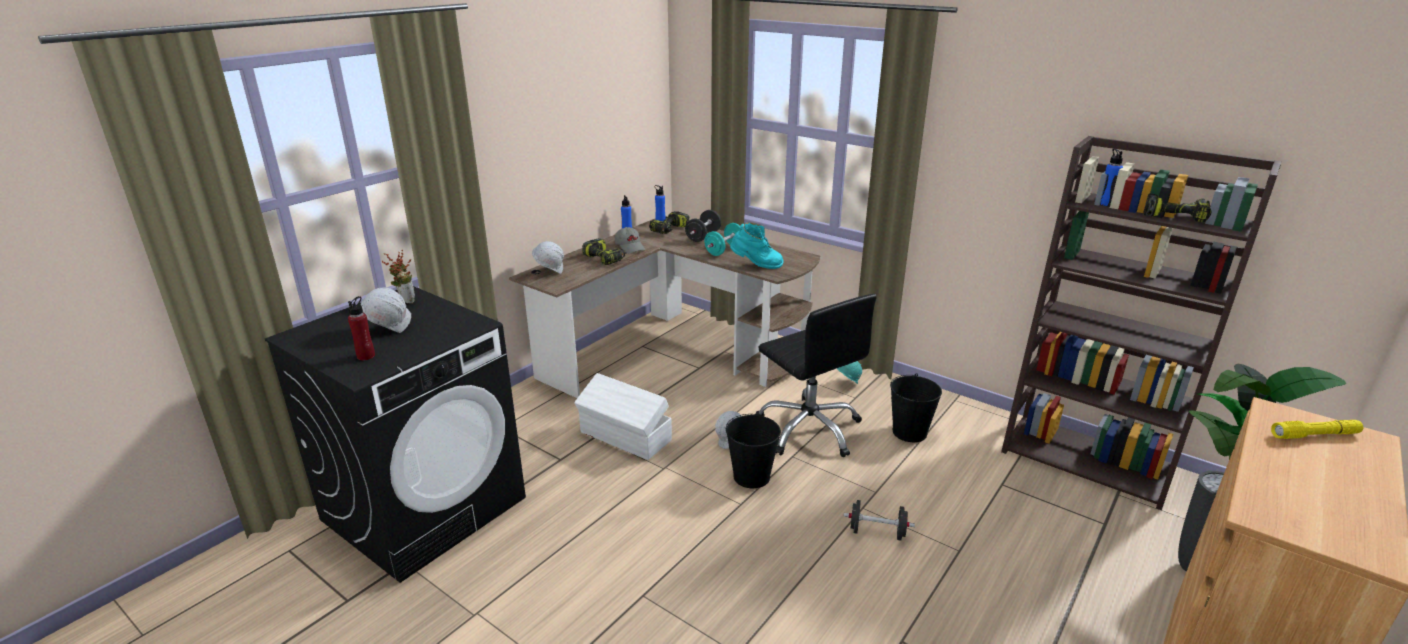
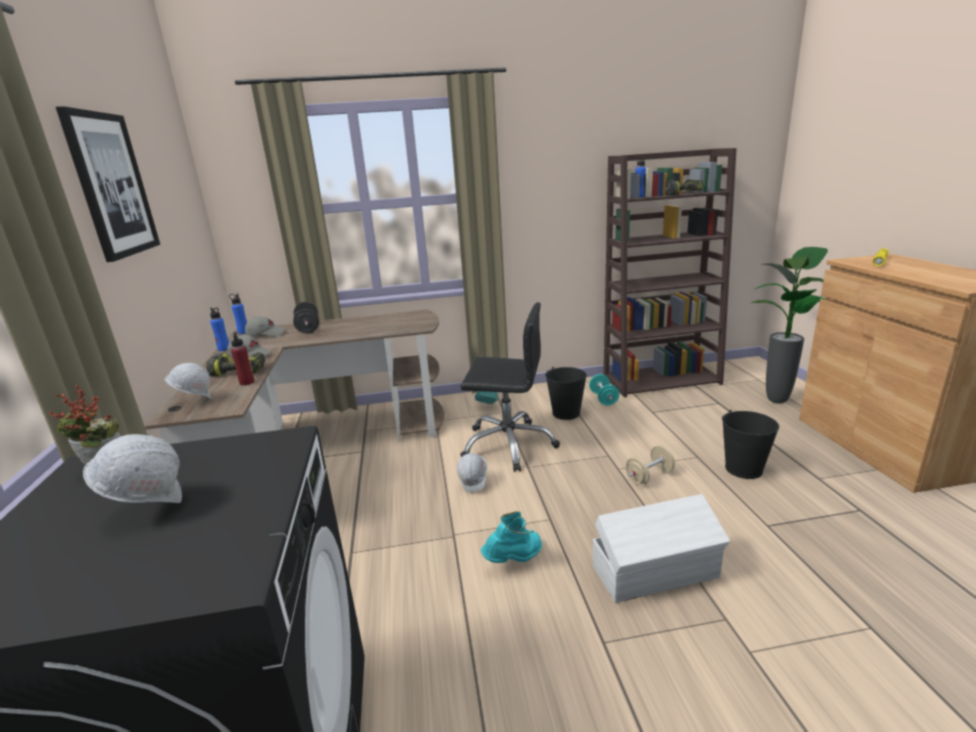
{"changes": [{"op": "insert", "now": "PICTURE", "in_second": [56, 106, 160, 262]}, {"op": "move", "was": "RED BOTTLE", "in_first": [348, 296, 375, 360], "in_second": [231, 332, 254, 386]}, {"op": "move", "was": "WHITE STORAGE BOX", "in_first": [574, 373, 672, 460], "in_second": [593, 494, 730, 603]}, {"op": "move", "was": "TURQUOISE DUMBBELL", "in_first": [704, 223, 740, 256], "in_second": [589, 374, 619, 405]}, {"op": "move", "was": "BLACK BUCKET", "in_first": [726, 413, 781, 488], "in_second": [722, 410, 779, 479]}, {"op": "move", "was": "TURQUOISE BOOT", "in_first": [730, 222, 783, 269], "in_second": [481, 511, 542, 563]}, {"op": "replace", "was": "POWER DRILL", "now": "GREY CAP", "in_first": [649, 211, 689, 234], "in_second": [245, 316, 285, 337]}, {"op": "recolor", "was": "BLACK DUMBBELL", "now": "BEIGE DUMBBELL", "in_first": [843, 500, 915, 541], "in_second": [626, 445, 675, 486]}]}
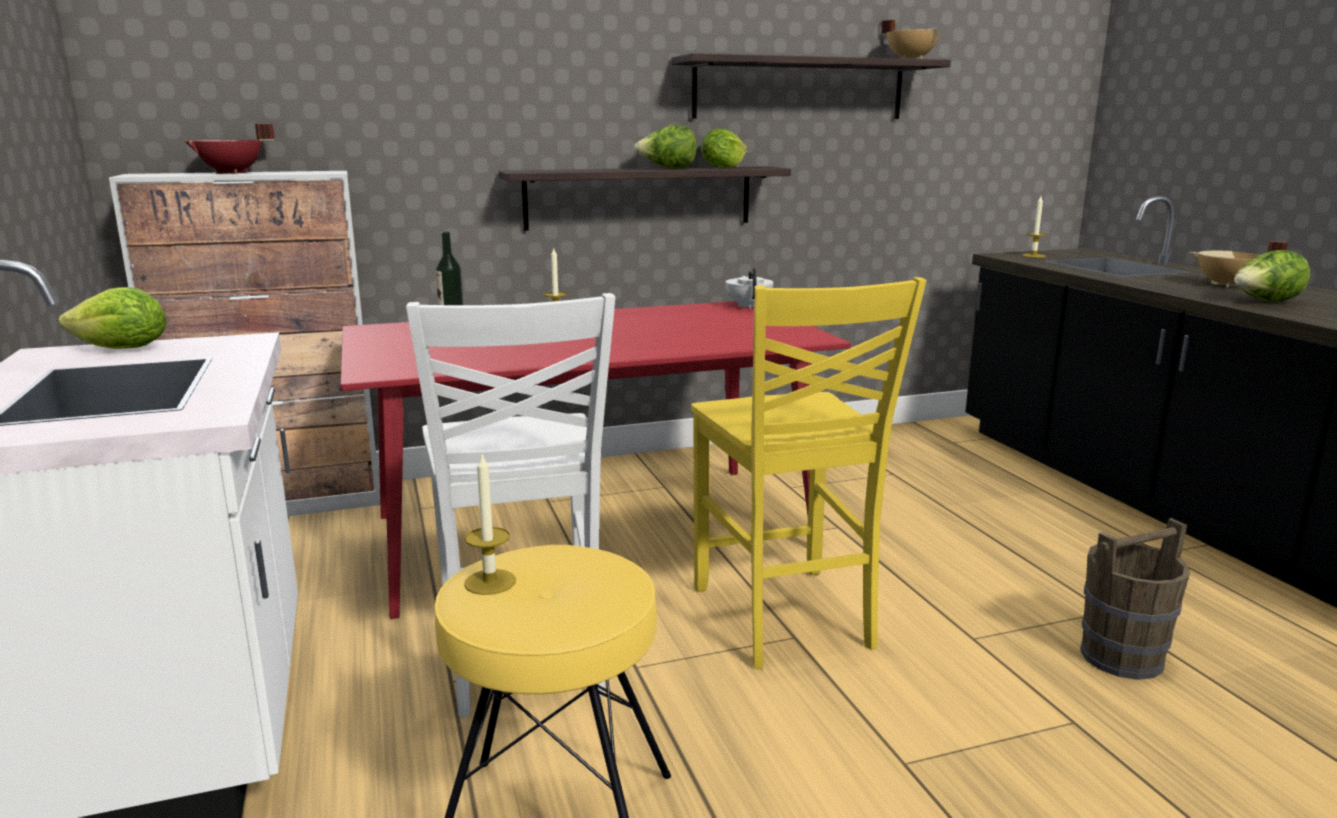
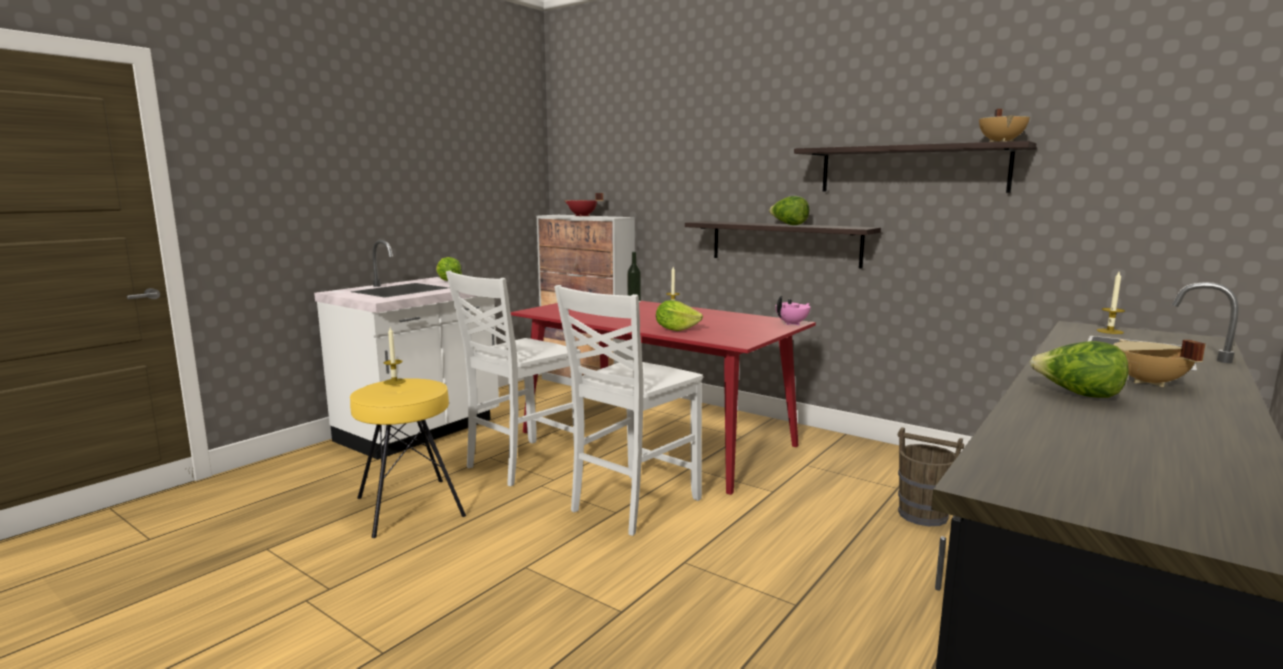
{"changes": [{"op": "move", "was": "LETTUCE", "in_first": [701, 128, 747, 168], "in_second": [656, 300, 703, 331]}, {"op": "move", "was": "BROWN BUCKET", "in_first": [1080, 518, 1190, 680], "in_second": [898, 427, 964, 526]}, {"op": "recolor", "was": "YELLOW CHAIR", "now": "WHITE CHAIR", "in_first": [691, 277, 926, 669], "in_second": [554, 285, 703, 536]}, {"op": "recolor", "was": "WHITE TEAPOT", "now": "PINK TEAPOT", "in_first": [726, 268, 774, 309], "in_second": [775, 296, 810, 325]}]}
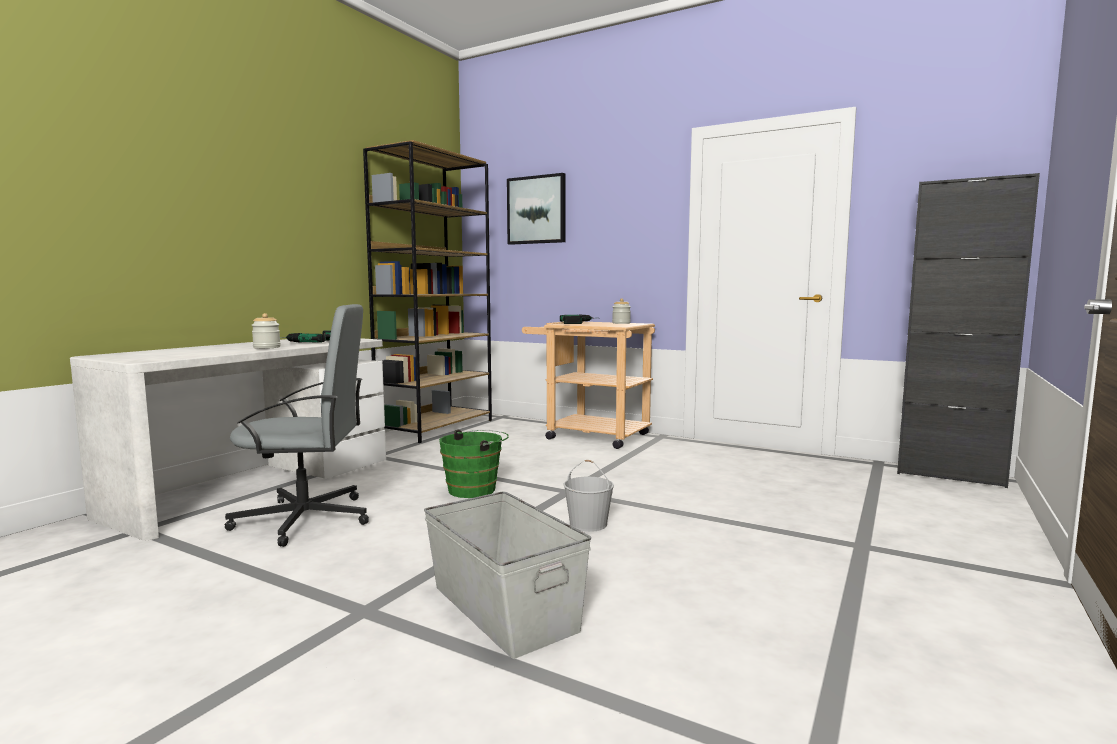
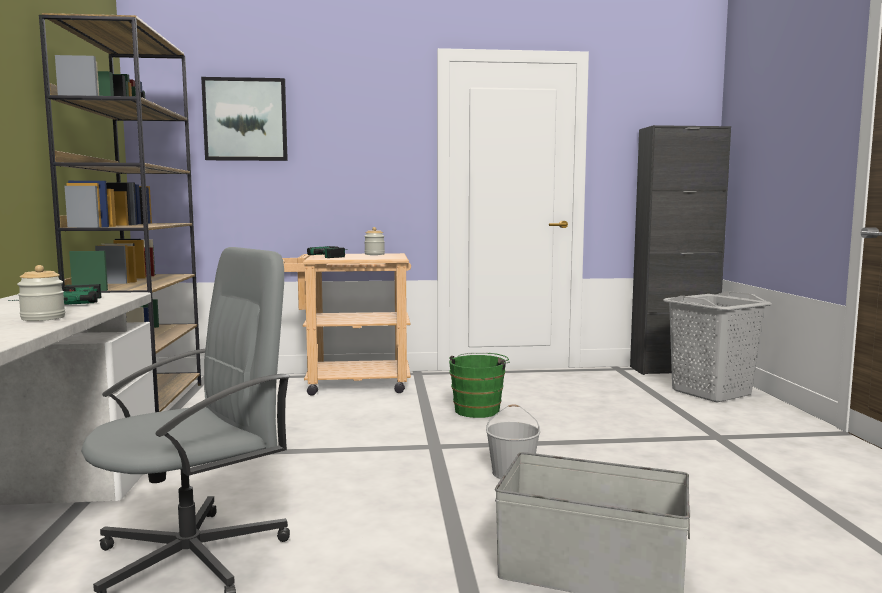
{"changes": [{"op": "insert", "now": "GREY LAUNDRY BASKET", "in_second": [663, 291, 772, 403]}, {"op": "move", "was": "GREEN BUCKET", "in_first": [439, 430, 509, 498], "in_second": [449, 352, 510, 418]}]}
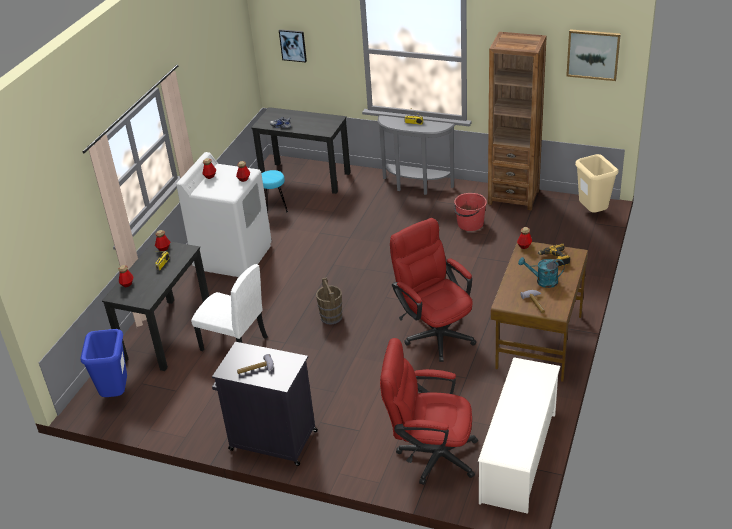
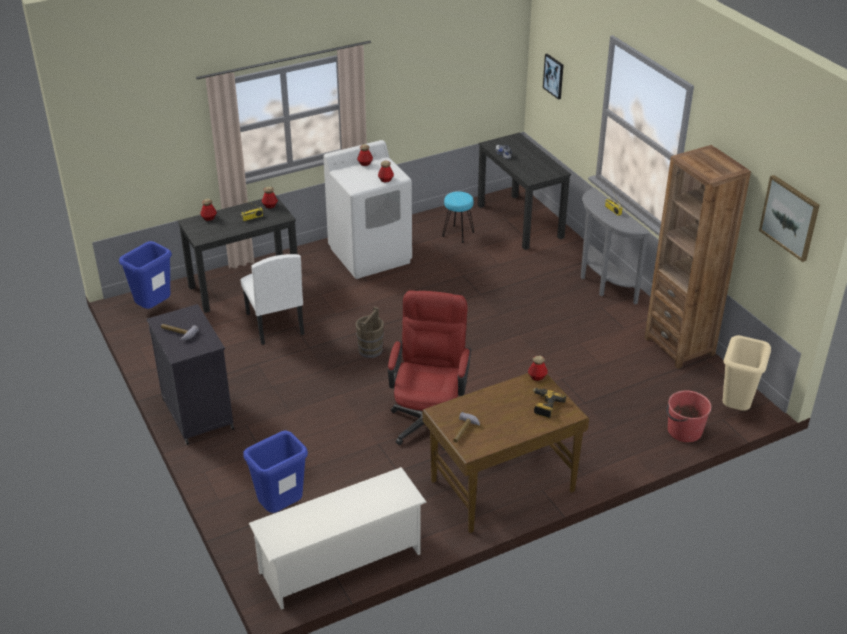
{"changes": [{"op": "delete", "was": "TURQUOISE WATERING CAN", "in_first": [518, 257, 564, 288]}, {"op": "move", "was": "RED BUCKET", "in_first": [454, 193, 487, 231], "in_second": [666, 390, 712, 442]}, {"op": "replace", "was": "RED OFFICE CHAIR", "now": "BLUE TRASH CAN", "in_first": [380, 338, 478, 485], "in_second": [243, 431, 308, 513]}]}
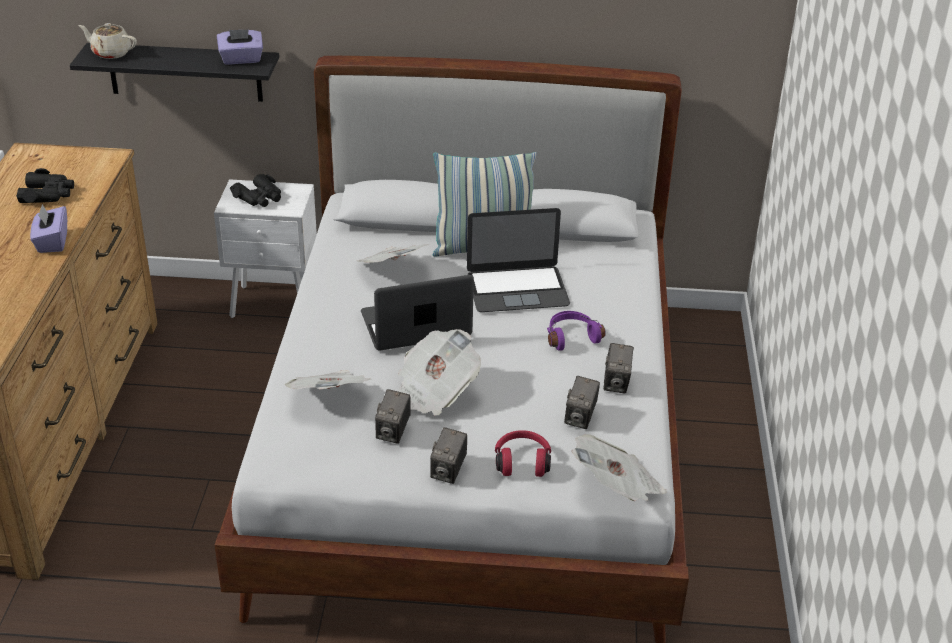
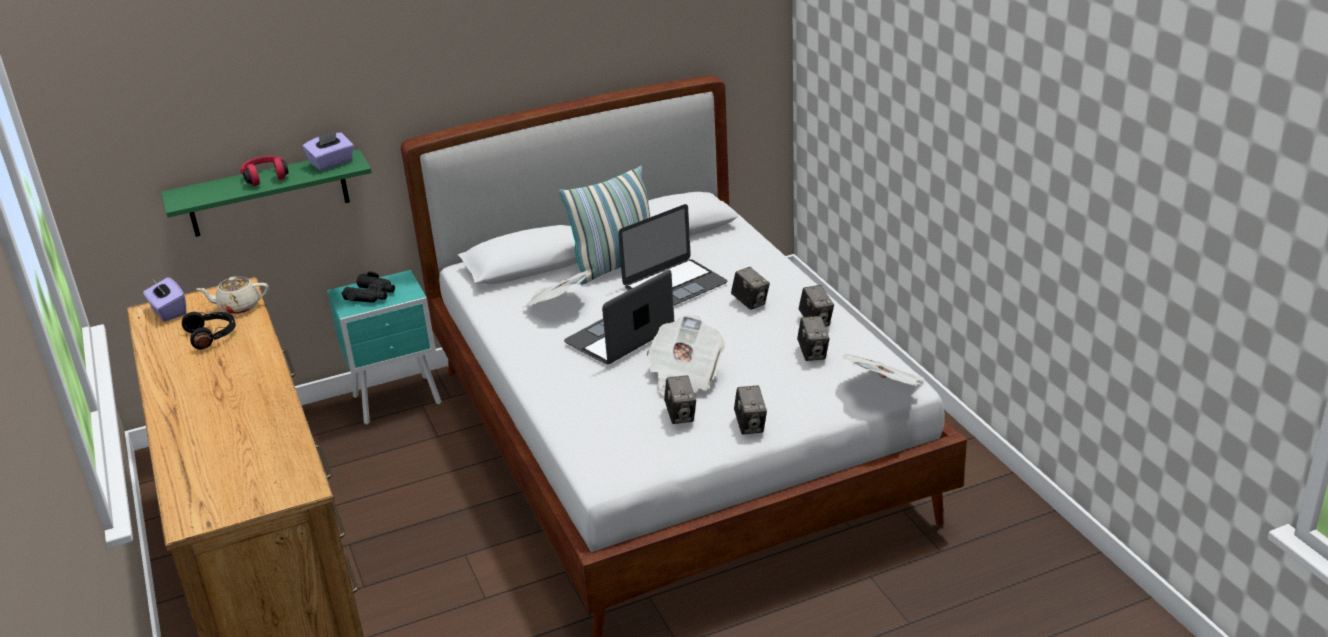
{"changes": [{"op": "delete", "was": "NEWSPAPER", "in_first": [284, 370, 370, 389]}, {"op": "move", "was": "PURPLE TISSUE BOX", "in_first": [30, 204, 67, 253], "in_second": [143, 277, 186, 322]}, {"op": "move", "was": "BEIGE TEAPOT", "in_first": [78, 23, 137, 59], "in_second": [197, 277, 268, 314]}, {"op": "move", "was": "RED HEADPHONES", "in_first": [495, 430, 551, 477], "in_second": [240, 156, 289, 186]}, {"op": "replace", "was": "BLACK BINOCULARS", "now": "BLACK HEADPHONES", "in_first": [16, 168, 74, 203], "in_second": [182, 312, 236, 349]}, {"op": "replace", "was": "PURPLE HEADPHONES", "now": "PHOTO CAMERA", "in_first": [547, 311, 606, 350], "in_second": [731, 267, 770, 310]}, {"op": "recolor", "was": "BLACK SHELF", "now": "GREEN SHELF", "in_first": [70, 43, 279, 102], "in_second": [161, 149, 372, 237]}, {"op": "recolor", "was": "WHITE NIGHTSTAND", "now": "TURQUOISE NIGHTSTAND", "in_first": [214, 179, 317, 318], "in_second": [327, 270, 442, 425]}]}
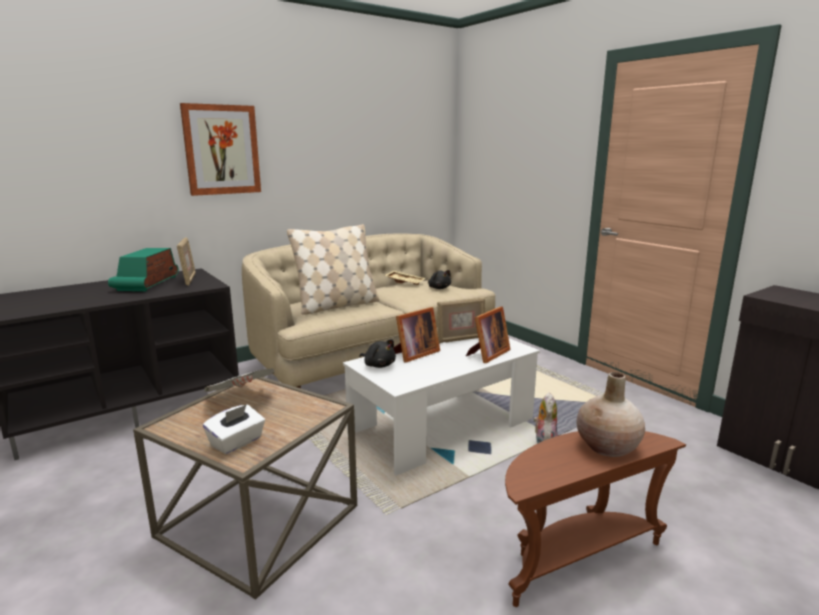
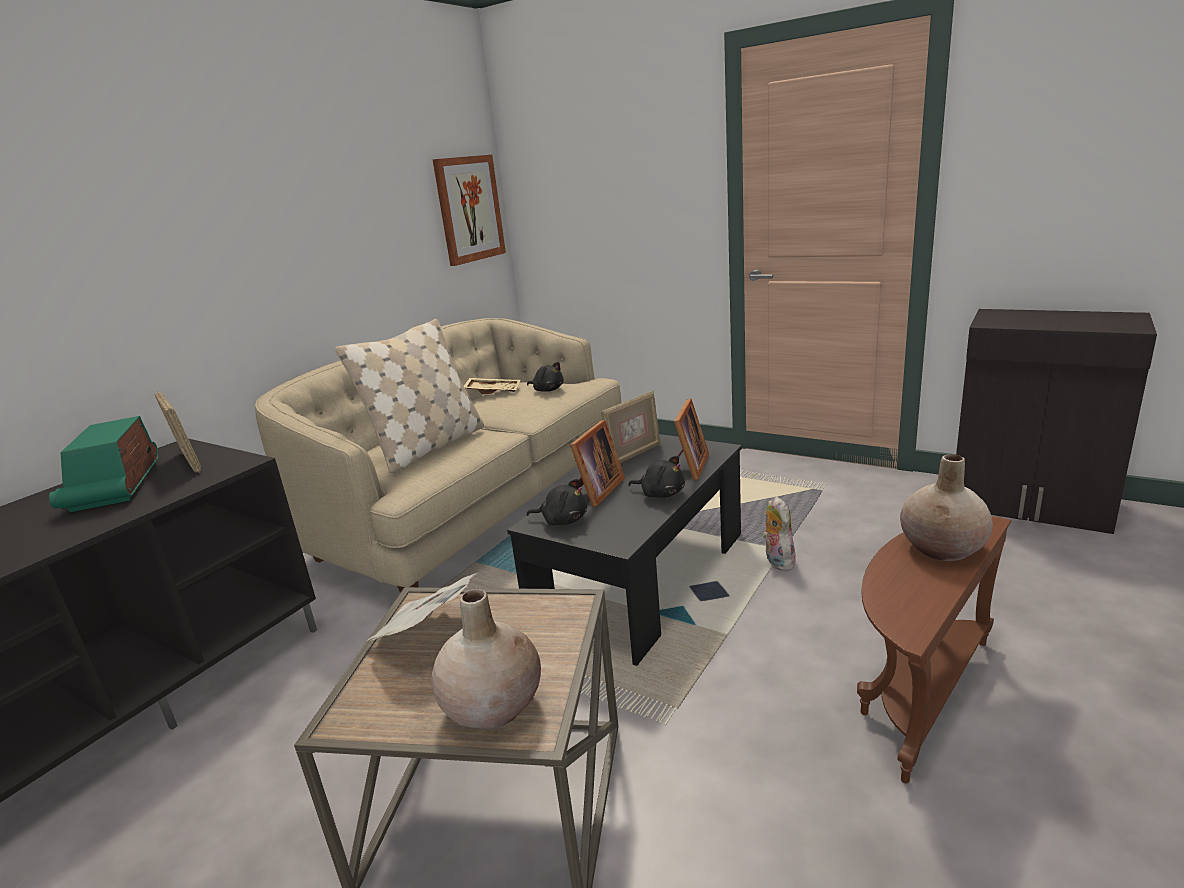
{"changes": [{"op": "insert", "now": "BLACK PLUSH TOY", "in_second": [628, 456, 685, 498]}, {"op": "move", "was": "PICTURE", "in_first": [180, 103, 261, 196], "in_second": [433, 155, 506, 266]}, {"op": "replace", "was": "WHITE TISSUE BOX", "now": "BEIGE VASE", "in_first": [203, 404, 265, 454], "in_second": [432, 589, 541, 729]}, {"op": "recolor", "was": "WHITE COFFEE TABLE", "now": "BLACK COFFEE TABLE", "in_first": [343, 338, 540, 476], "in_second": [507, 434, 742, 666]}]}
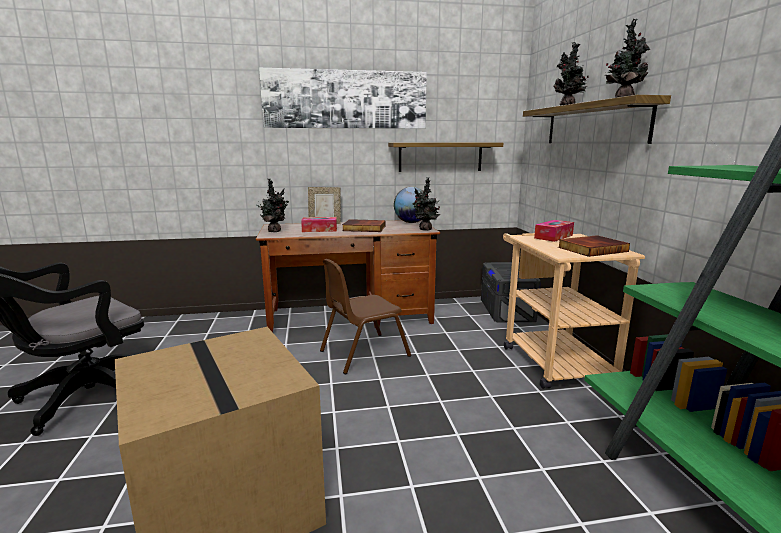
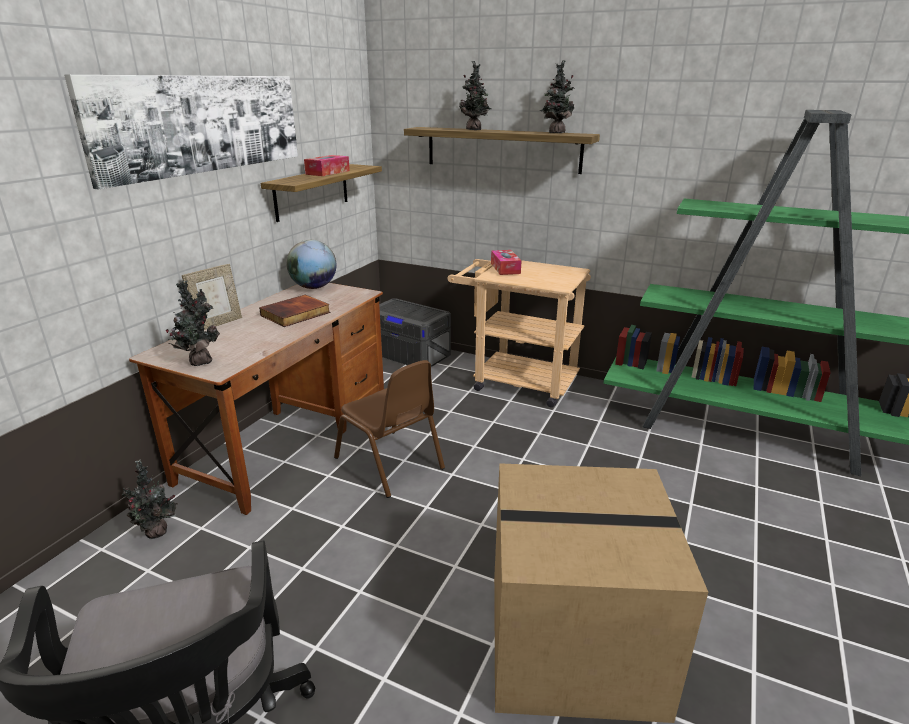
{"changes": [{"op": "delete", "was": "BOOK", "in_first": [558, 235, 630, 257]}, {"op": "move", "was": "TISSUE BOX", "in_first": [301, 217, 337, 232], "in_second": [304, 155, 350, 176]}, {"op": "move", "was": "POTTED PLANT", "in_first": [413, 177, 440, 231], "in_second": [121, 460, 178, 539]}, {"op": "rotate", "was": "BROWN CHAIR", "in_first": [320, 259, 411, 374], "in_second": [334, 360, 445, 498], "clockwise": -45}]}
